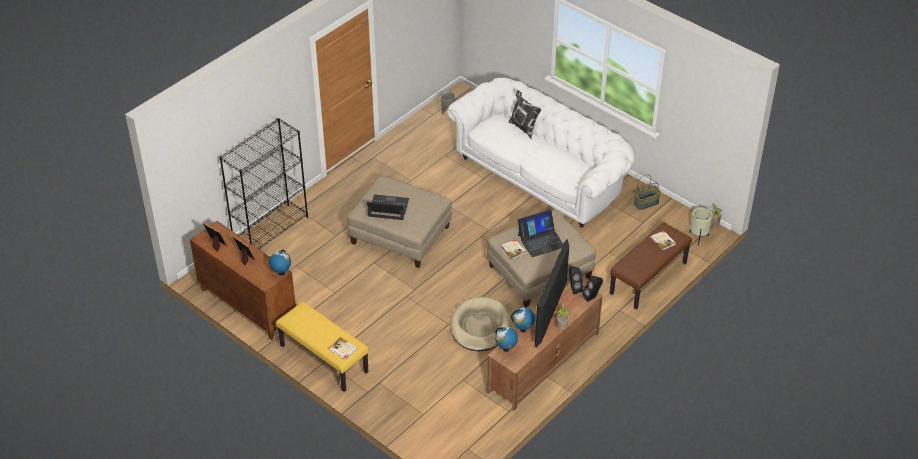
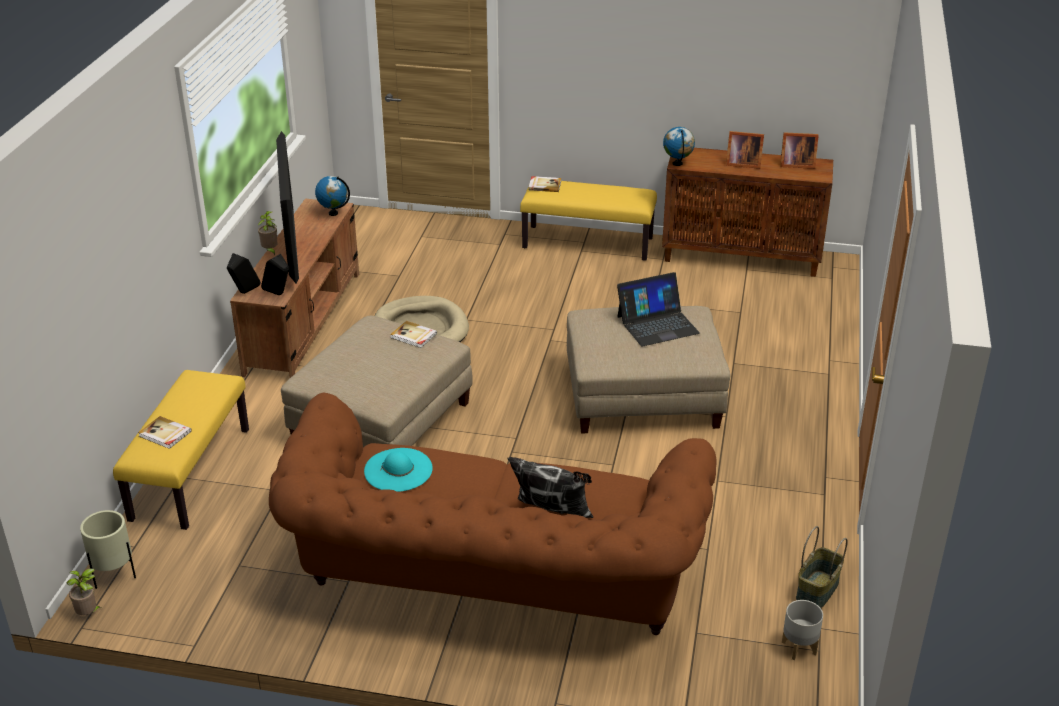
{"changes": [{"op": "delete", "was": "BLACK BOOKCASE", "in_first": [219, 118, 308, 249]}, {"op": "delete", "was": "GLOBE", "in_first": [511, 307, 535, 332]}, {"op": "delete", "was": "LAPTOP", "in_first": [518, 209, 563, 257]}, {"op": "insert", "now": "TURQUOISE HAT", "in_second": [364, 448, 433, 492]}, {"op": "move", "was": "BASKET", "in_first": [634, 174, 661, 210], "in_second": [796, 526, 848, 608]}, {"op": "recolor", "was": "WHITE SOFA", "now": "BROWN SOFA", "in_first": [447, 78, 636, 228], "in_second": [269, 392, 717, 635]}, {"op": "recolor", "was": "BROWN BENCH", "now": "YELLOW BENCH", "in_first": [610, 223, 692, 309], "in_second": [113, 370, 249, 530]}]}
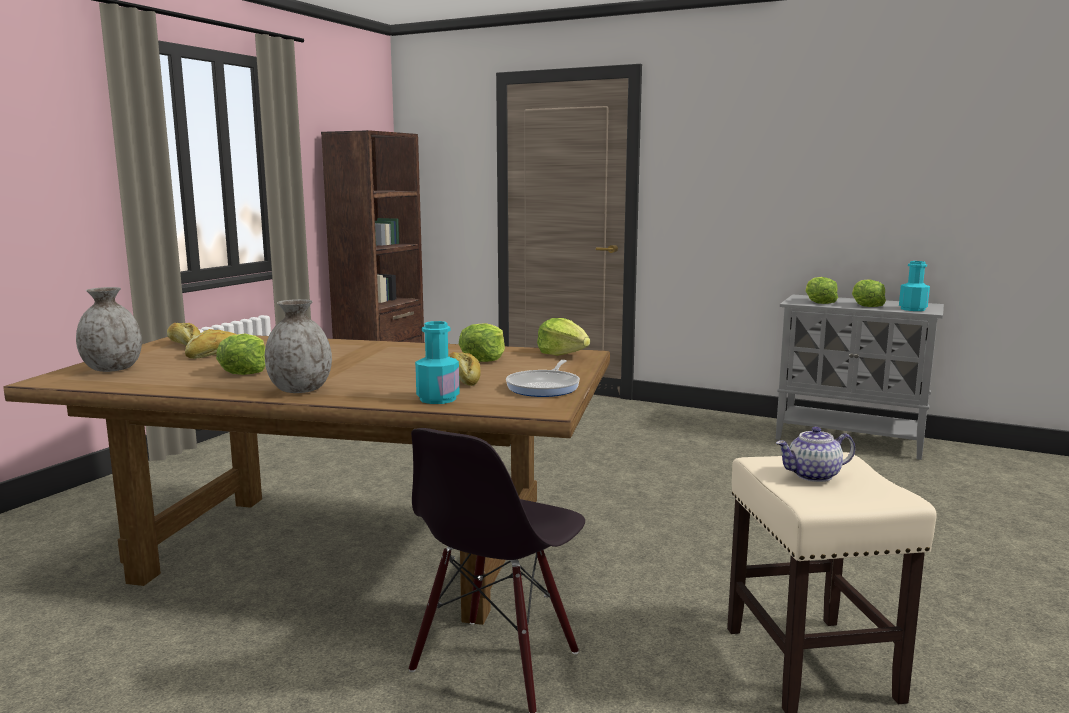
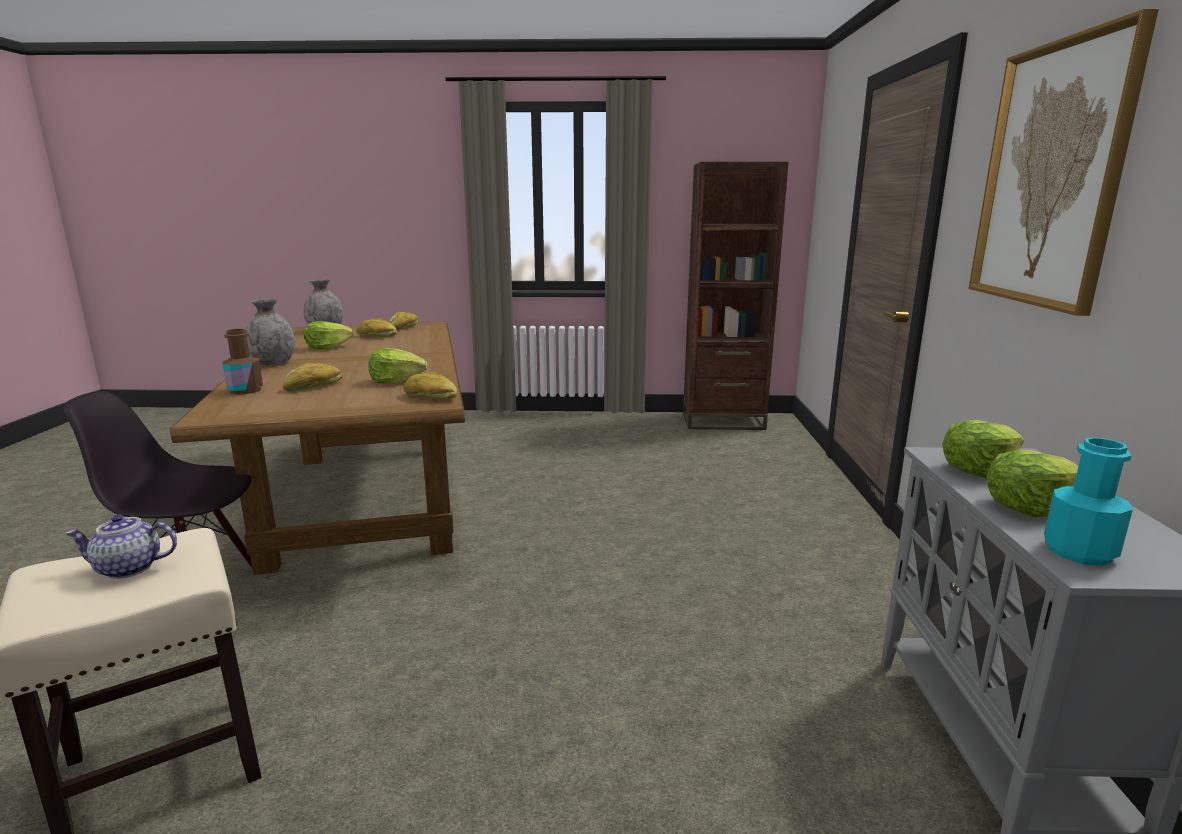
{"changes": [{"op": "delete", "was": "FRYING PAN", "in_first": [506, 360, 580, 397]}, {"op": "insert", "now": "PICTURE", "in_second": [968, 9, 1159, 316]}, {"op": "replace", "was": "LETTUCE", "now": "BREAD", "in_first": [537, 318, 590, 356], "in_second": [403, 371, 458, 400]}, {"op": "recolor", "was": "TURQUOISE BOTTLE", "now": "BROWN BOTTLE", "in_first": [415, 321, 459, 404], "in_second": [223, 329, 263, 395]}, {"op": "rotate", "was": "TEAPOT", "in_first": [776, 426, 855, 482], "in_second": [65, 514, 177, 579], "clockwise": -60}]}
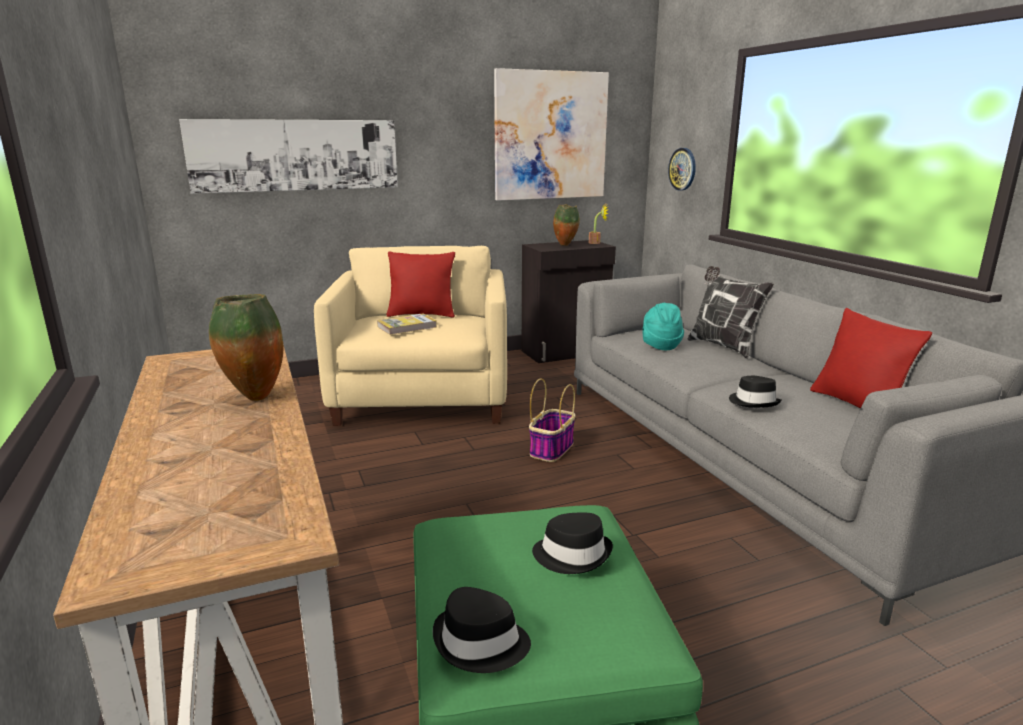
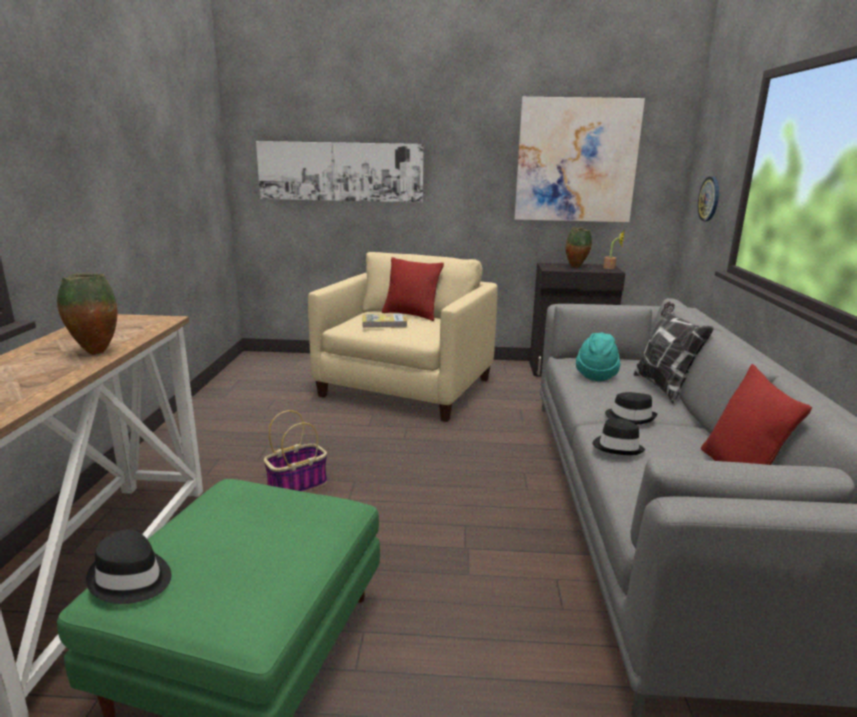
{"changes": [{"op": "move", "was": "BASKET", "in_first": [529, 378, 575, 462], "in_second": [264, 410, 327, 492]}, {"op": "move", "was": "BLACK HAT", "in_first": [532, 512, 613, 574], "in_second": [605, 392, 657, 425]}]}
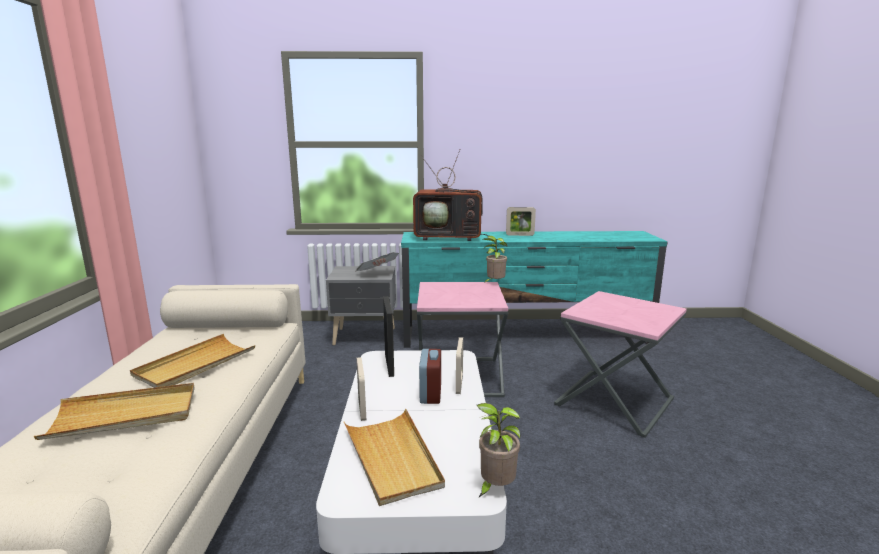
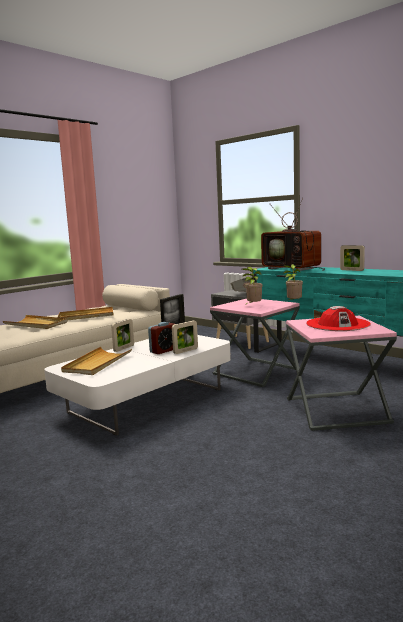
{"changes": [{"op": "insert", "now": "RED HAT", "in_second": [306, 306, 371, 331]}, {"op": "move", "was": "POTTED PLANT", "in_first": [477, 403, 520, 498], "in_second": [242, 267, 263, 305]}]}
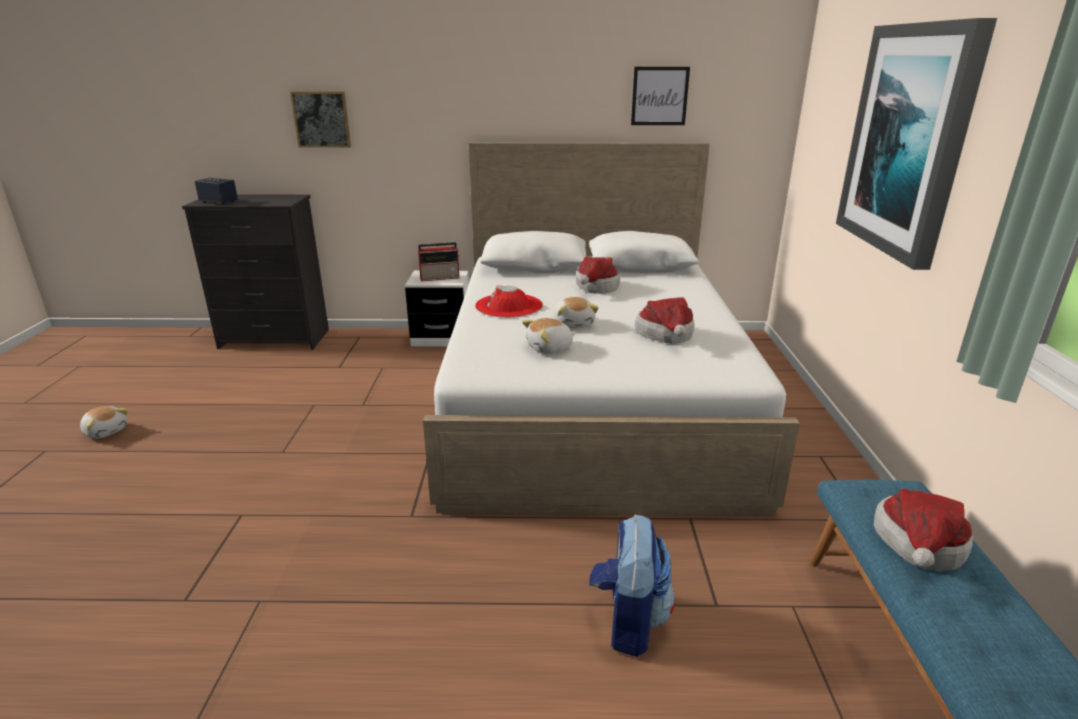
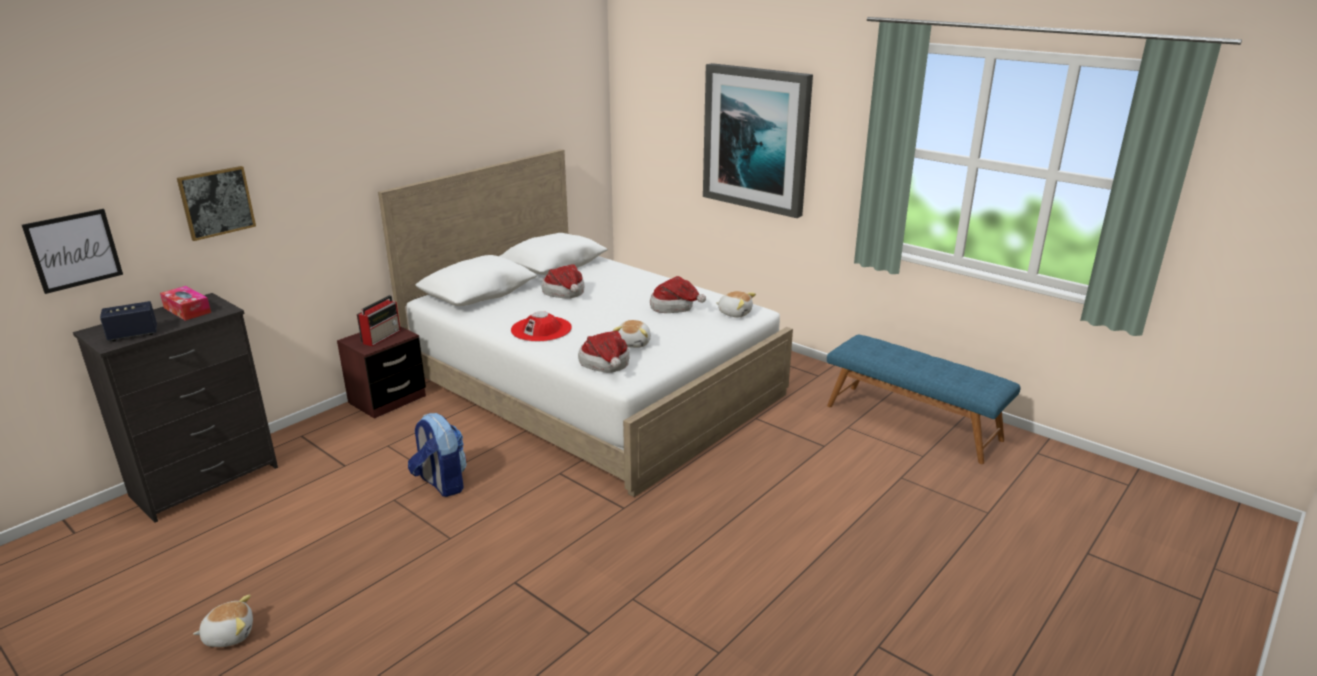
{"changes": [{"op": "insert", "now": "TISSUE BOX", "in_second": [160, 286, 211, 321]}, {"op": "move", "was": "PLUSH TOY", "in_first": [554, 297, 599, 328], "in_second": [716, 291, 756, 317]}, {"op": "move", "was": "BACKPACK", "in_first": [589, 514, 675, 657], "in_second": [408, 413, 467, 497]}, {"op": "move", "was": "PICTURE", "in_first": [631, 67, 690, 125], "in_second": [22, 209, 123, 294]}, {"op": "move", "was": "HAT", "in_first": [874, 488, 973, 571], "in_second": [578, 331, 630, 373]}, {"op": "recolor", "was": "WHITE NIGHTSTAND", "now": "BROWN NIGHTSTAND", "in_first": [405, 271, 469, 347], "in_second": [337, 326, 426, 419]}]}
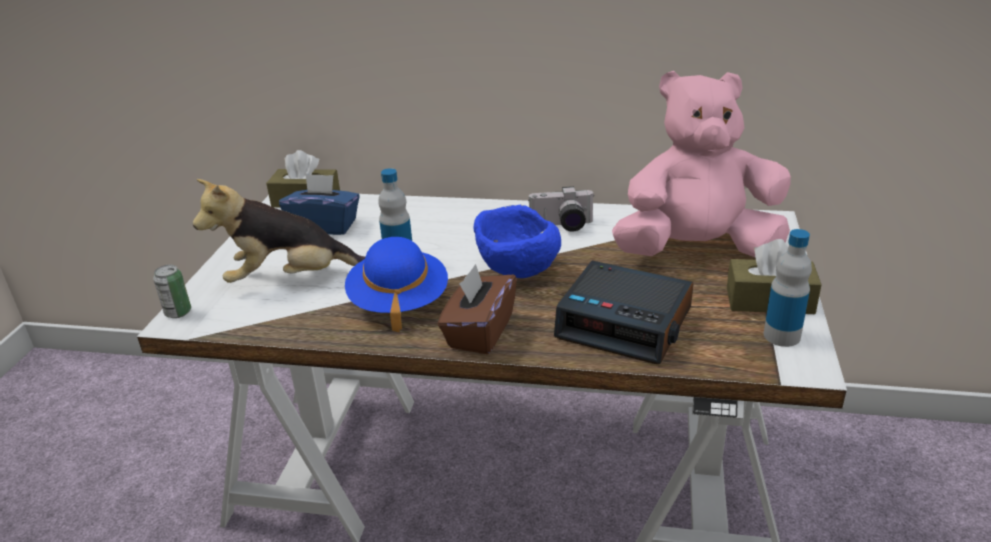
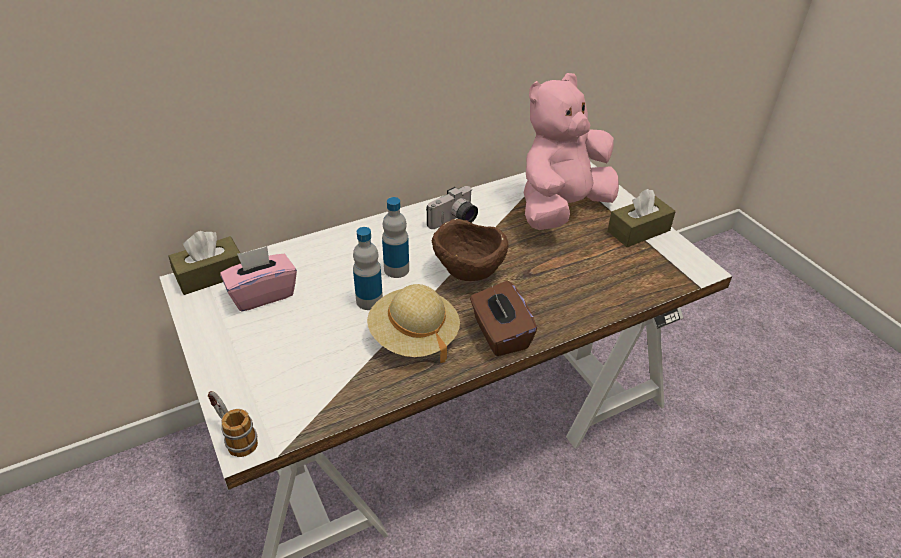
{"changes": [{"op": "delete", "was": "PLUSH TOY", "in_first": [193, 179, 365, 283]}, {"op": "delete", "was": "ALARM CLOCK", "in_first": [554, 261, 693, 364]}, {"op": "move", "was": "BOTTLE", "in_first": [764, 229, 812, 347], "in_second": [382, 197, 409, 278]}, {"op": "replace", "was": "CAN", "now": "MUG", "in_first": [153, 265, 191, 318], "in_second": [208, 391, 258, 457]}, {"op": "recolor", "was": "BLUE TISSUE BOX", "now": "PINK TISSUE BOX", "in_first": [279, 174, 360, 235], "in_second": [220, 246, 297, 312]}, {"op": "recolor", "was": "BLUE HAT", "now": "BEIGE HAT", "in_first": [345, 237, 448, 332], "in_second": [367, 284, 460, 363]}, {"op": "recolor", "was": "BLUE BOWL", "now": "BROWN BOWL", "in_first": [474, 204, 561, 278], "in_second": [432, 219, 509, 281]}]}
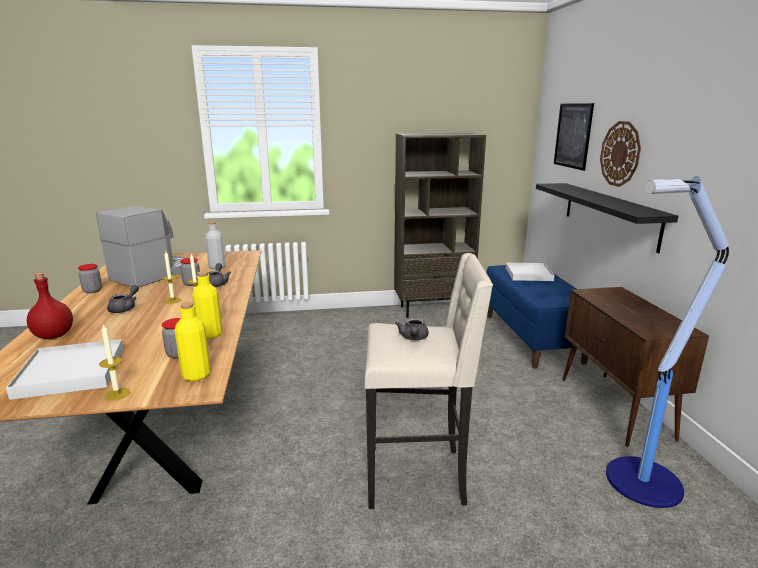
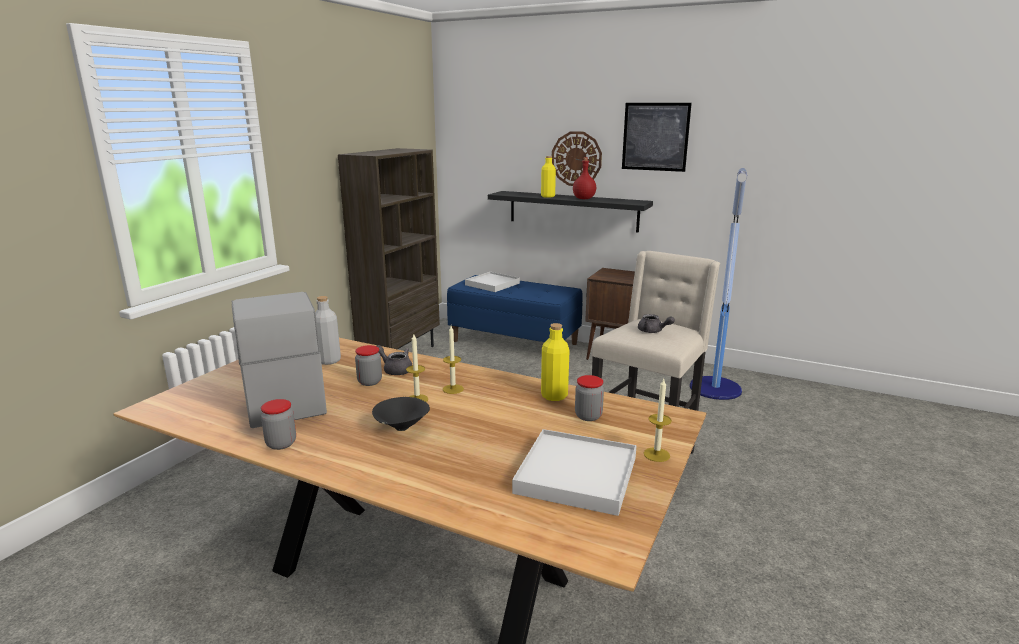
{"changes": [{"op": "move", "was": "RED BOTTLE", "in_first": [27, 273, 73, 339], "in_second": [573, 157, 596, 199]}, {"op": "move", "was": "YELLOW BOTTLE", "in_first": [175, 302, 210, 382], "in_second": [541, 156, 556, 198]}, {"op": "move", "was": "PICTURE", "in_first": [554, 103, 594, 171], "in_second": [622, 103, 692, 172]}, {"op": "replace", "was": "GREY TEAPOT", "now": "BLACK BOWL", "in_first": [107, 285, 139, 313], "in_second": [372, 397, 430, 431]}]}
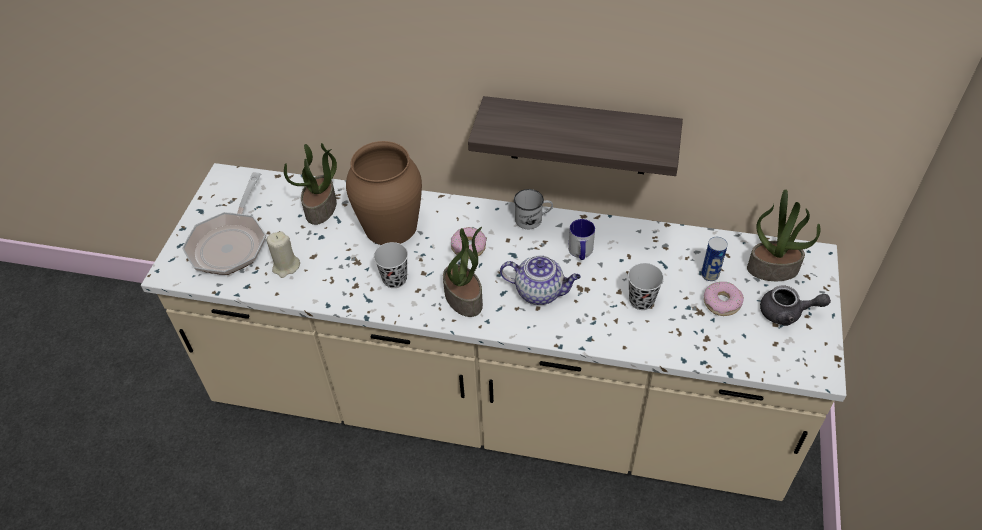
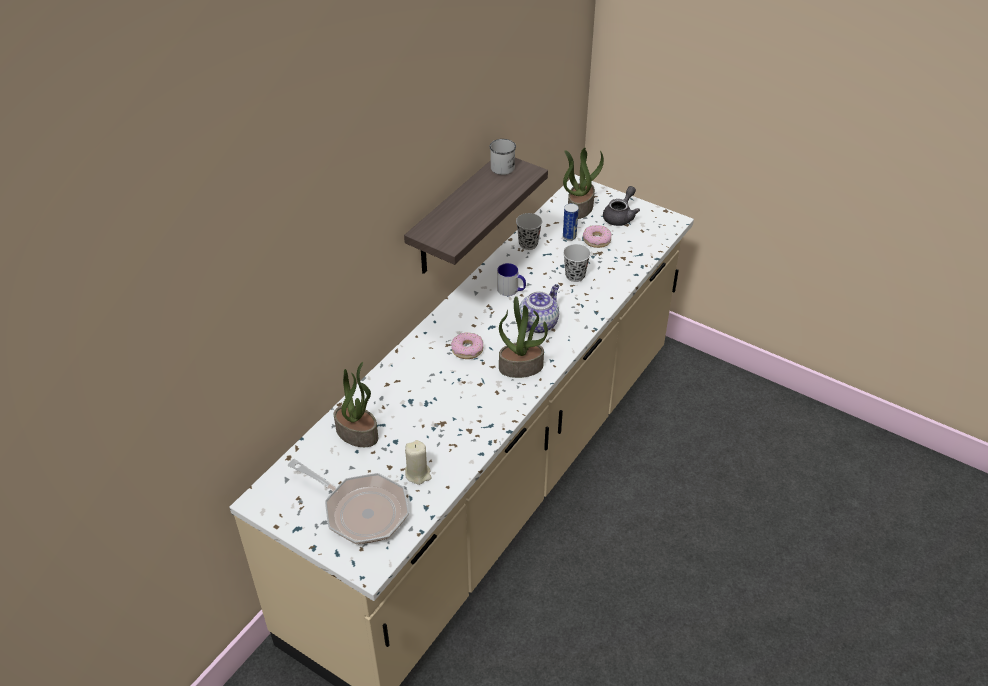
{"changes": [{"op": "delete", "was": "BROWN VASE", "in_first": [346, 141, 422, 245]}, {"op": "move", "was": "BLACK CUP", "in_first": [374, 242, 408, 288], "in_second": [516, 213, 542, 250]}, {"op": "move", "was": "WHITE MUG", "in_first": [514, 189, 553, 229], "in_second": [490, 139, 516, 175]}]}
